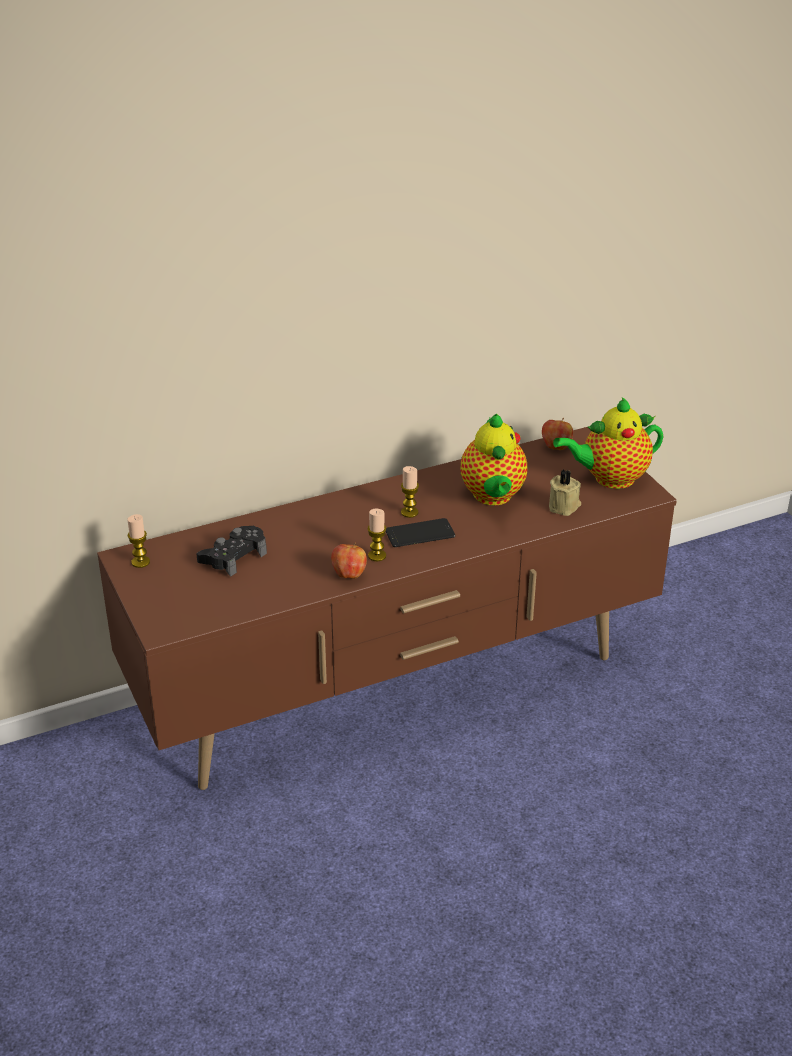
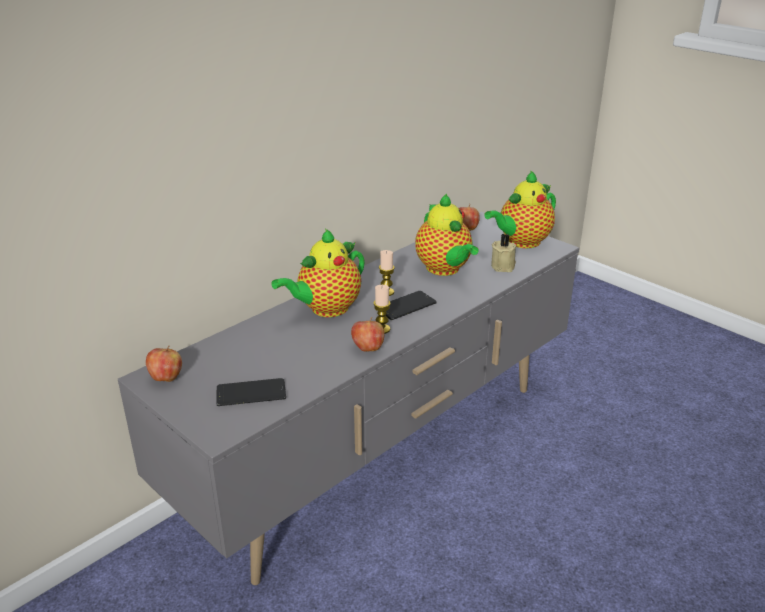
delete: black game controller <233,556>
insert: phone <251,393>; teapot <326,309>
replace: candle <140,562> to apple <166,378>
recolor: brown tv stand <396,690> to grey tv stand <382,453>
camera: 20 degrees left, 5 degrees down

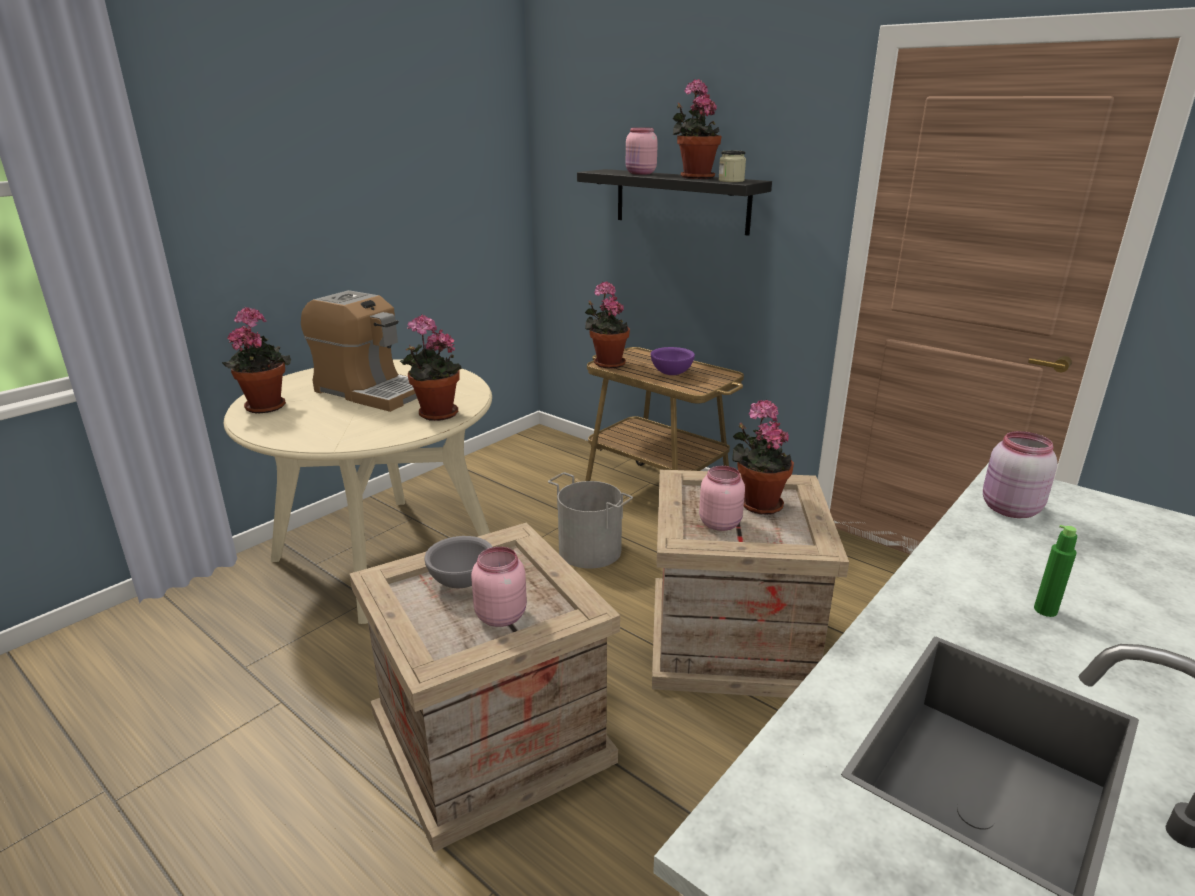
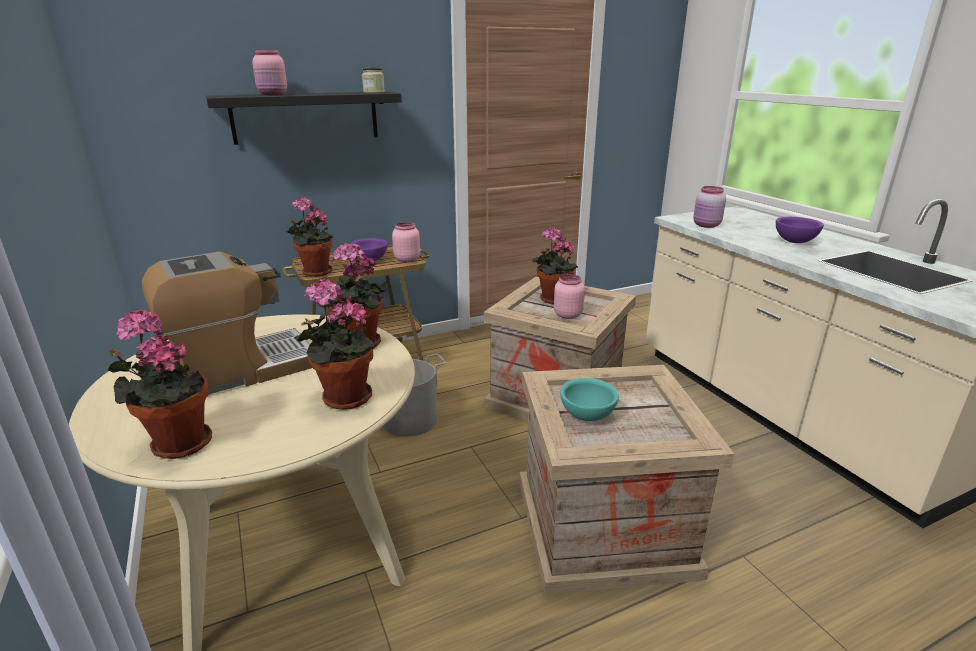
move: pink jar <501,615> to <406,259>; potted plant <694,177> to <342,399>
replace: green bottle <1045,610> to purple bowl <795,242>
recolor: grey bowl <461,581> to turquoise bowl <586,416>
camera: 65 degrees left, 0 degrees up

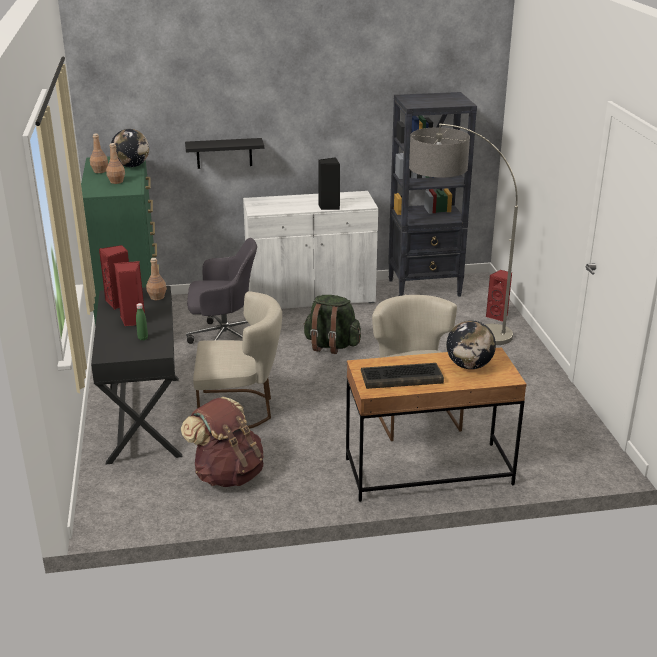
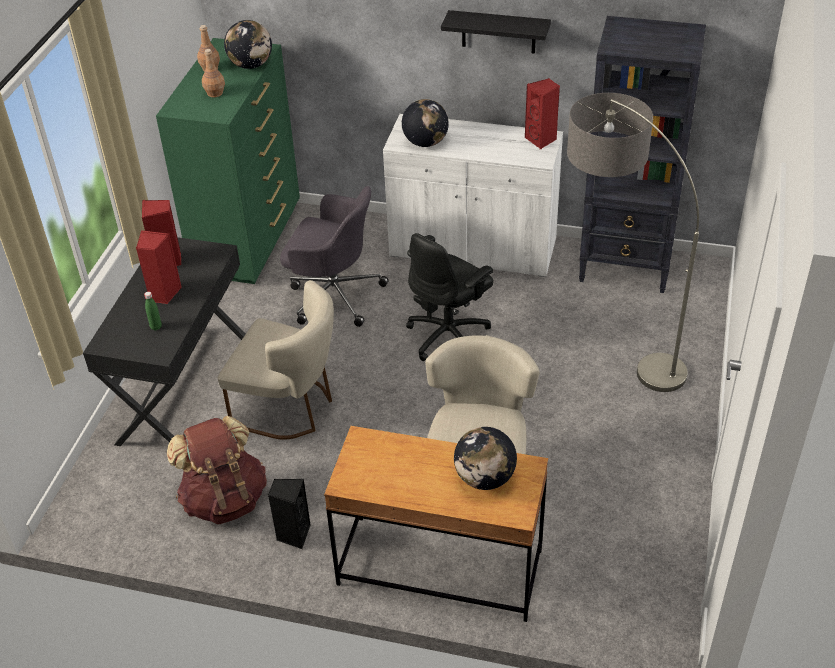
delete: brown bottle <157,297>; keyboard <401,377>
insert: globe <425,142>
move: black shelf <224,153> to <498,32>; black speaker <329,206> to <293,534>; red speaker <498,316> to <541,140>
replace: green backpack <331,345> to black office chair <449,336>
camera: 25 degrees right, 15 degrees up

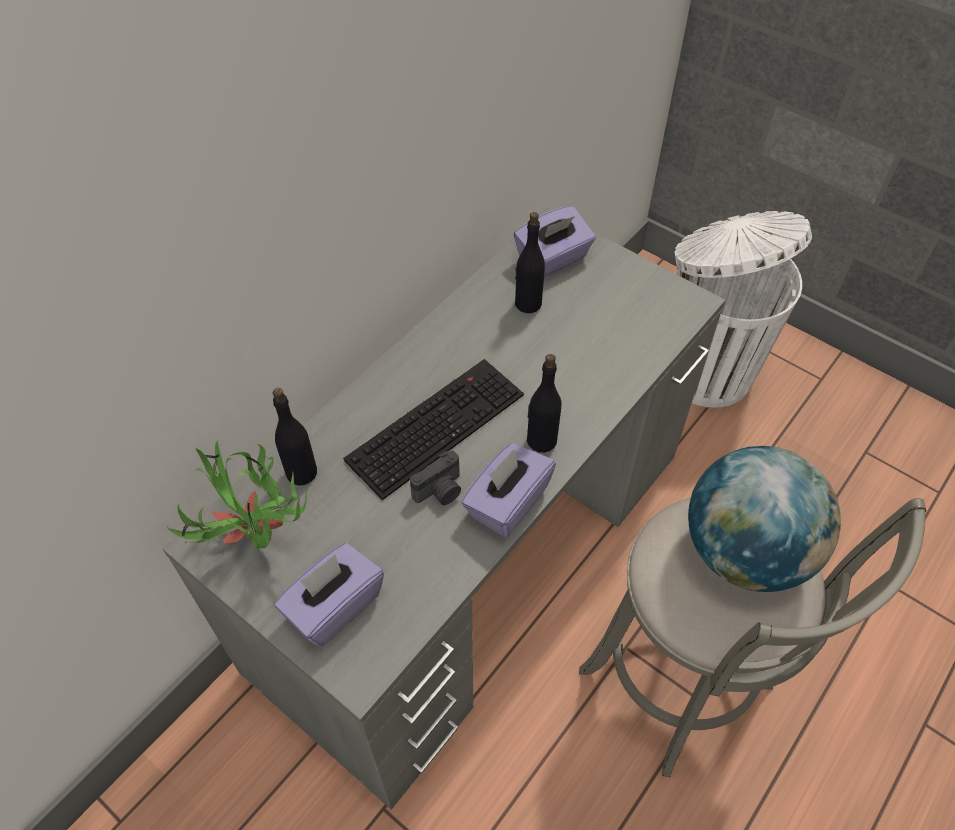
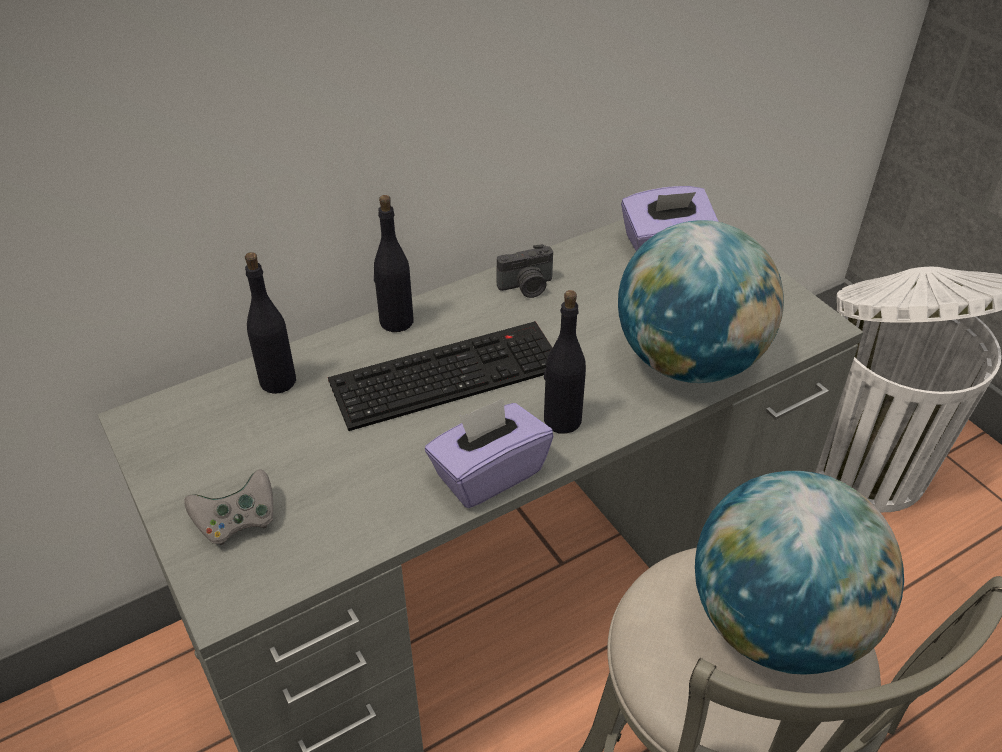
delete: potted plant <259,544>
insert: globe <689,362>
move: photo camera <440,491> to <527,287>; black bottle <527,303> to <396,321>
replace: purple tissue box <334,606> to grey game controller <237,522>
camera: 20 degrees right, 10 degrees down

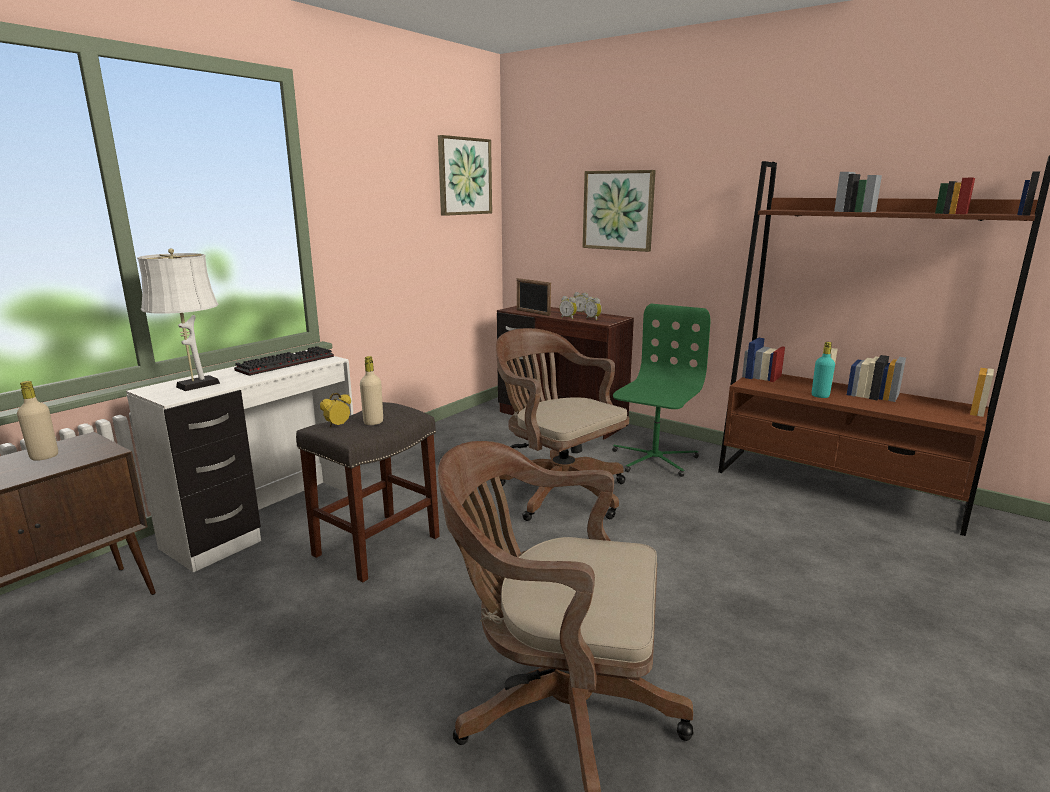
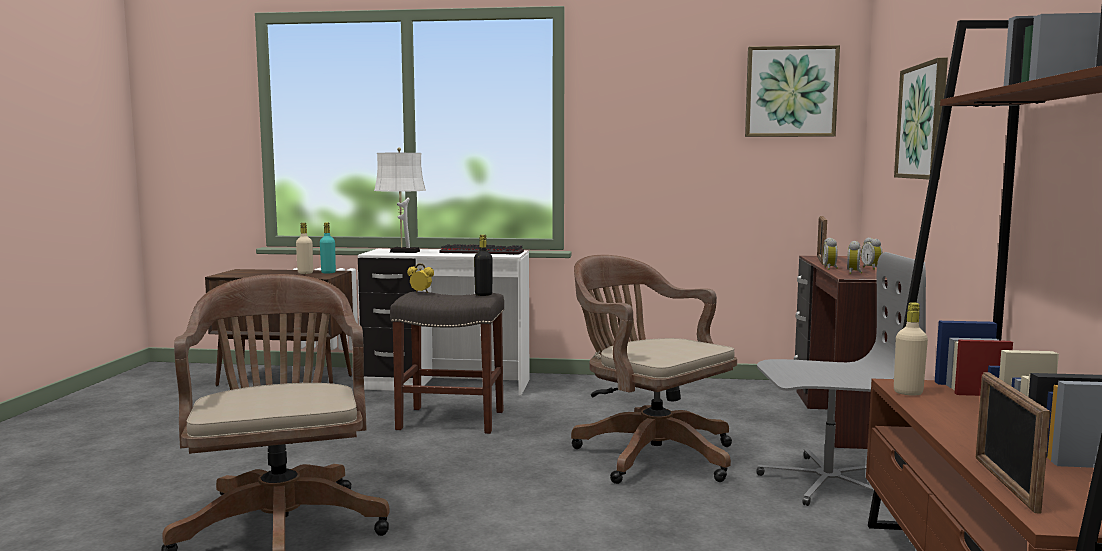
insert: black bottle <483,295>; picture frame <1005,484>
move: beige bottle <373,422> to <908,392>; turquoise bottle <820,396> to <328,272>
recolor: green office chair <653,459> to grey office chair <826,482>
rotate: brown office chair <557,491> = <648,454> 60 degrees counterclockwise
camera: 60 degrees right, 10 degrees down

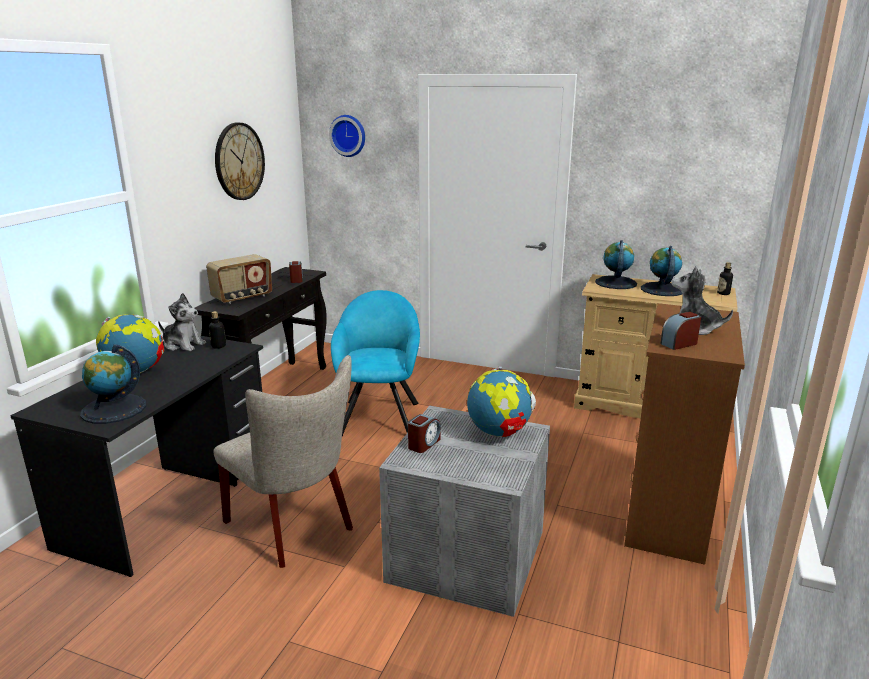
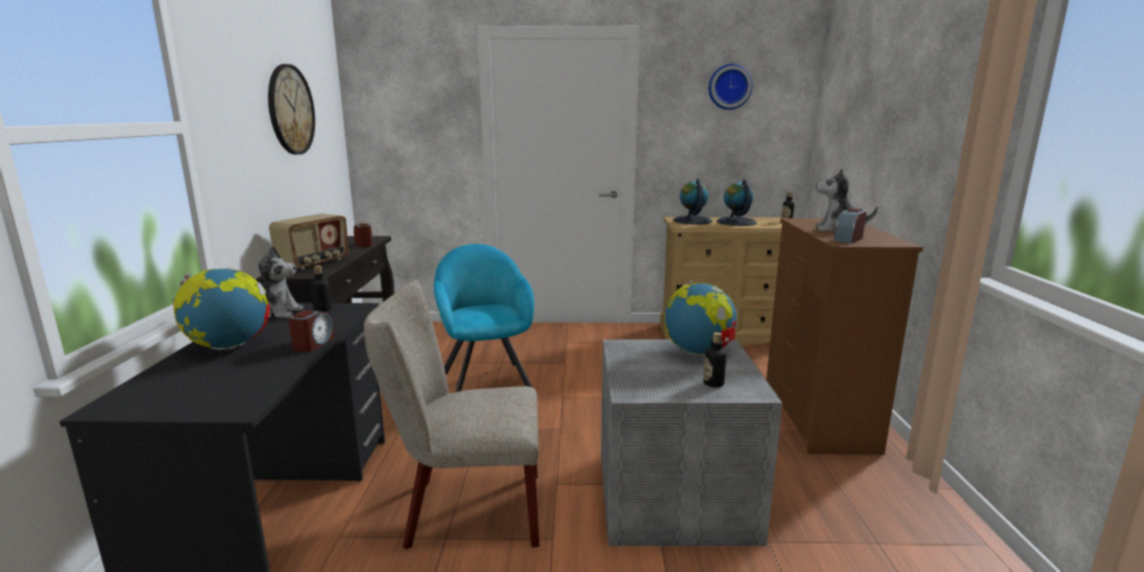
delete: globe <114,409>
insert: bottle <713,383>
move: wall clock <348,135> to <729,87>; alarm clock <424,444> to <313,344>
rotate: beige chair <294,527> = <465,510> 150 degrees clockwise
camera: 20 degrees left, 5 degrees down

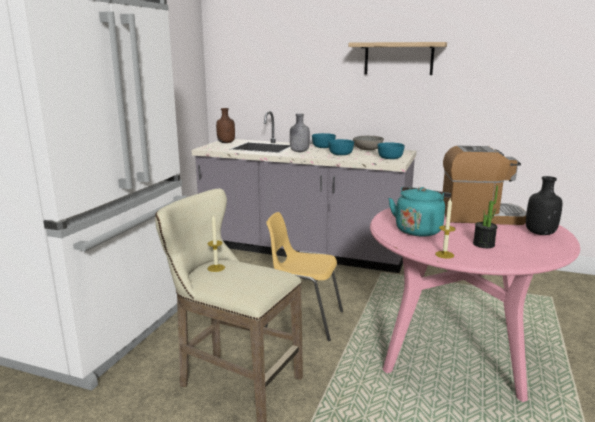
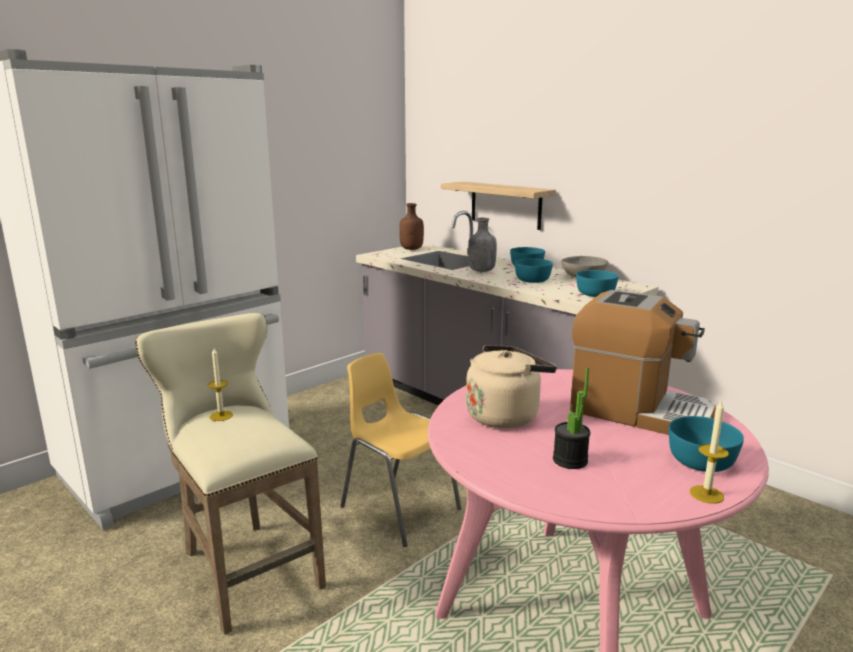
move: shelf <398,58> to <505,205>; candle <444,254> to <706,494>
replace: black bottle <539,233> to turquoise bowl <700,461>
recolor: turquoise kettle <419,230> to beige kettle <505,415>
camera: 25 degrees right, 0 degrees up

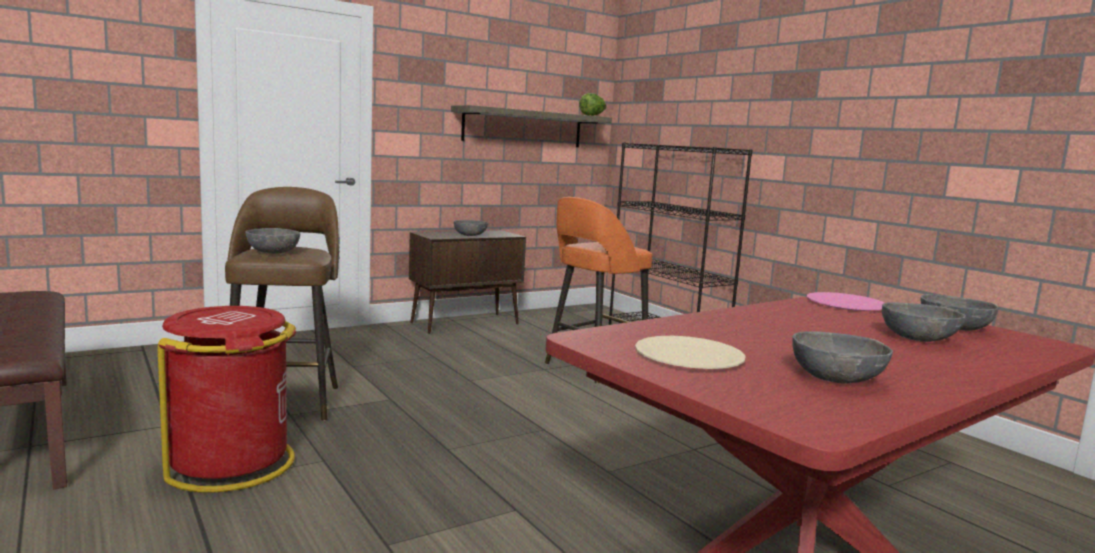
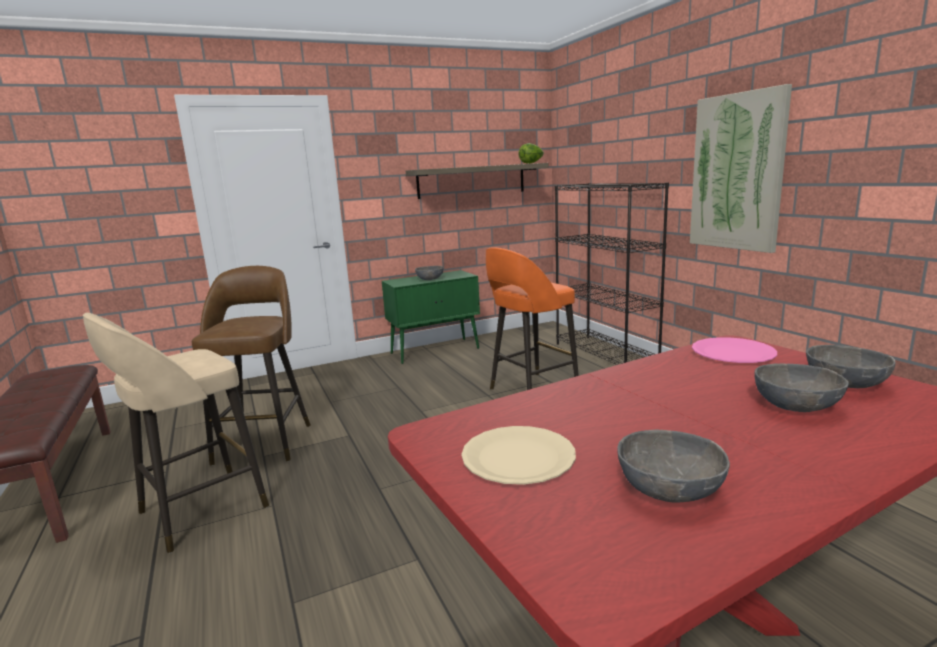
delete: grey bowl <273,252>
insert: picture <737,172>
replace: red trash can <231,464> to beige stool <199,511>
recolor: brown cabinet <466,323> to green cabinet <435,351>
camera: 10 degrees right, 5 degrees up

